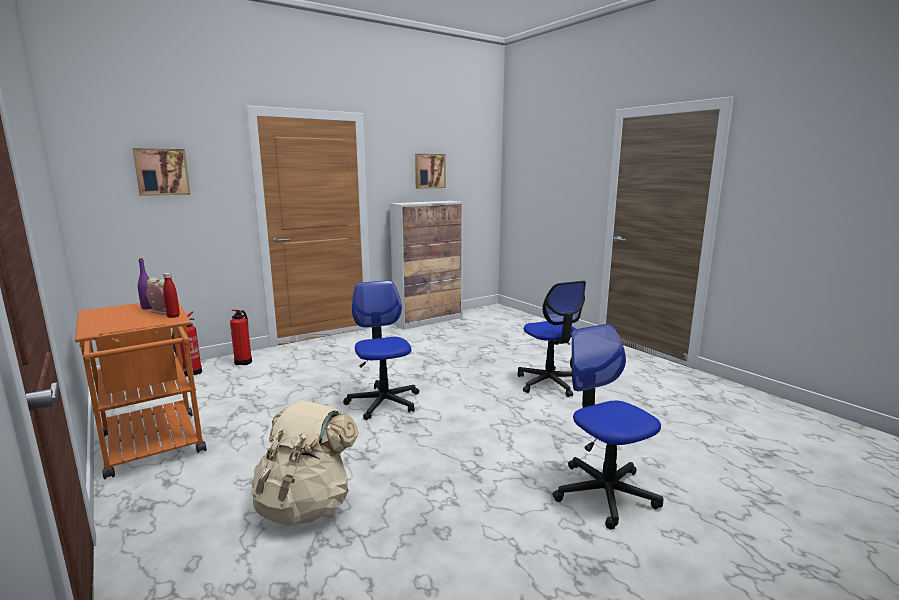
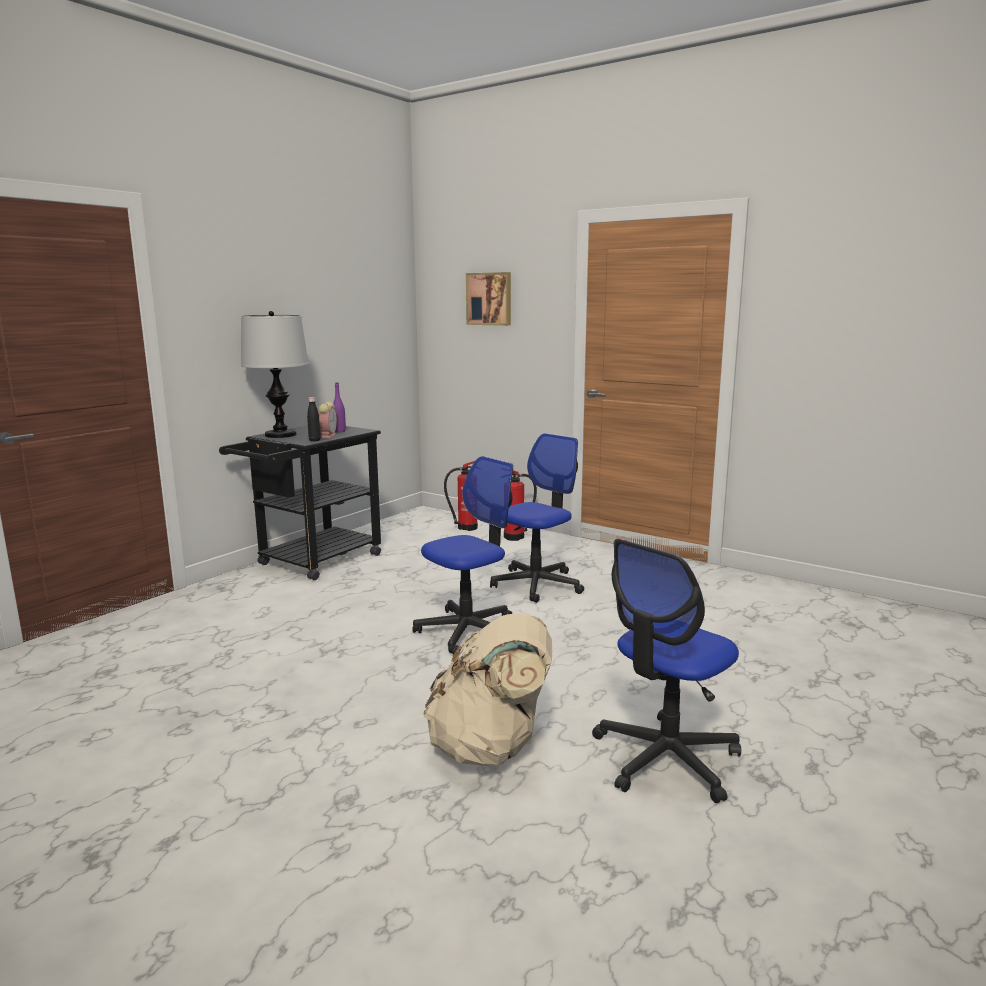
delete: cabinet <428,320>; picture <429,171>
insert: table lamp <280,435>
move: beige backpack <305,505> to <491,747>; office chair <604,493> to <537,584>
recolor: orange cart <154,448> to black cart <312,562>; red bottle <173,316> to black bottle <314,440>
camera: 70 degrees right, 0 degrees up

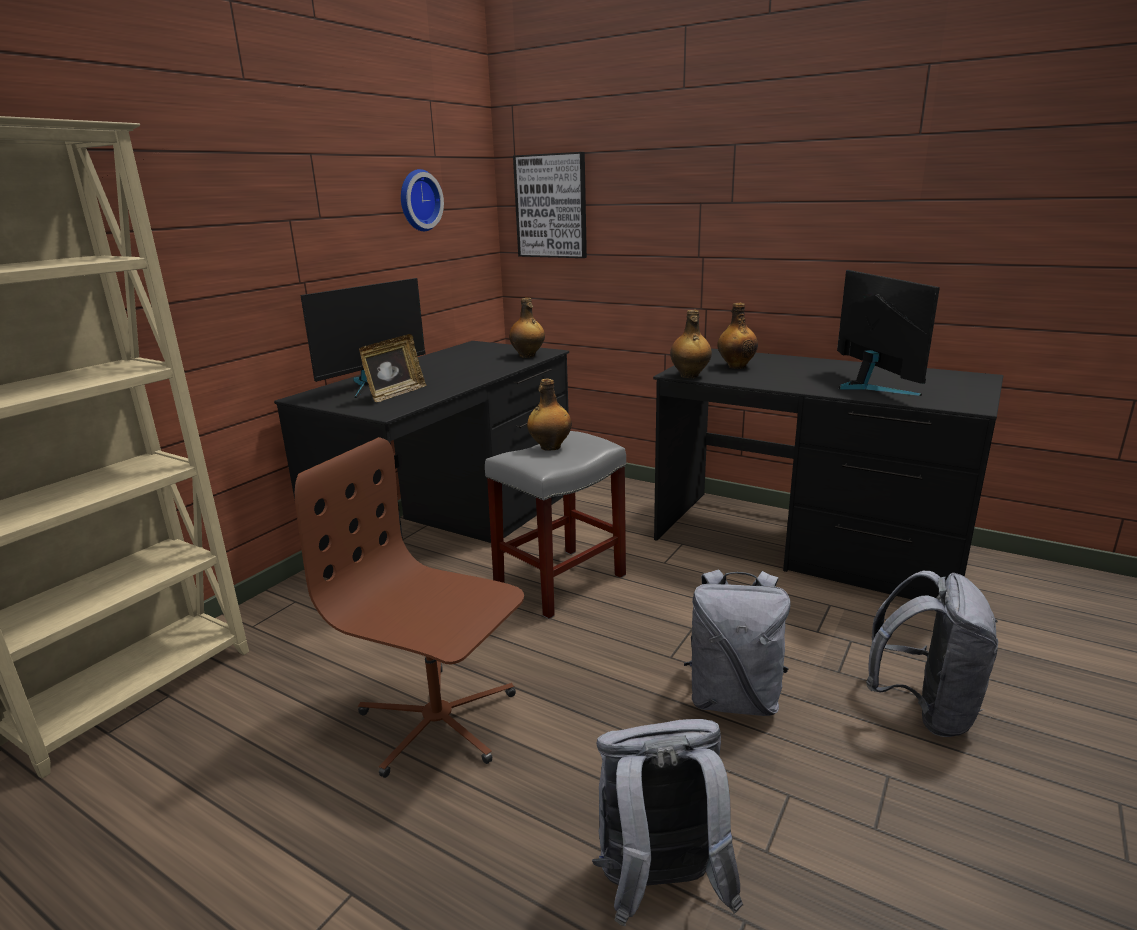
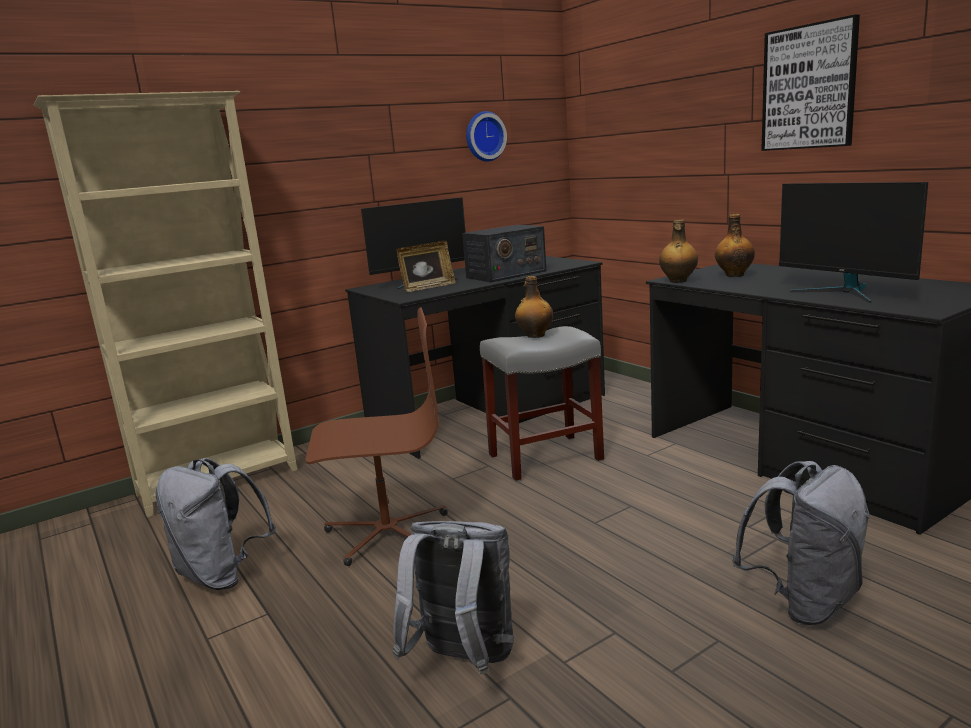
delete: bottle <527,356>
insert: radio <506,274>
move: picture <551,206> to <809,87>; grey backpack <733,698> to <223,575>
rotate: brown office chair <437,722> = <386,532> 120 degrees clockwise; monitor <870,386> = <844,292> 135 degrees clockwise
camera: 25 degrees right, 5 degrees down

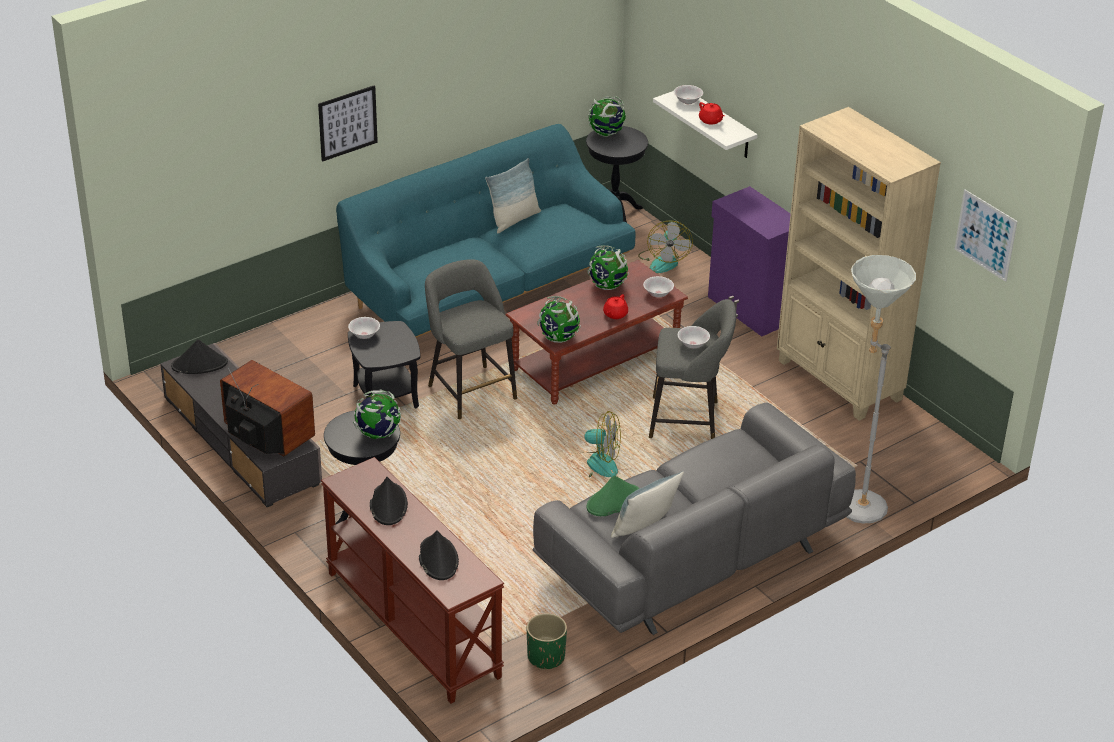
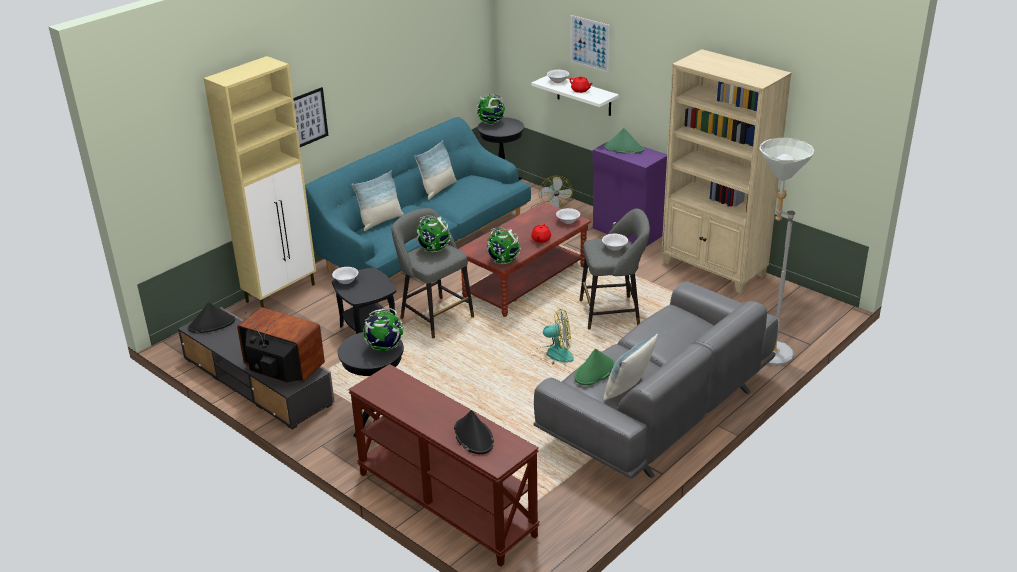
delete: black hat <388,504>; green planter <546,657>
insert: beige cabinet <281,293>; pillow <380,221>; green hat <623,149>
move: globe <607,286> to <433,249>; picture <985,235> to <589,43>
camera: 10 degrees left, 5 degrees down

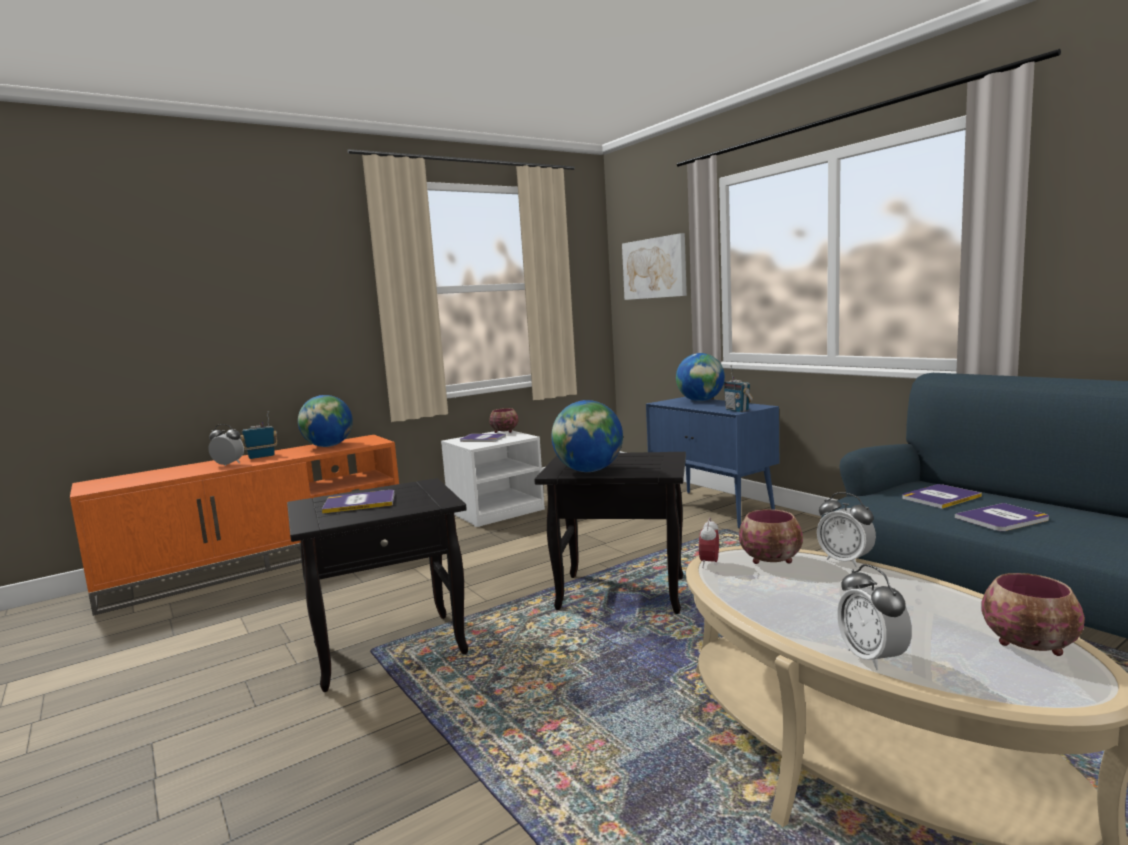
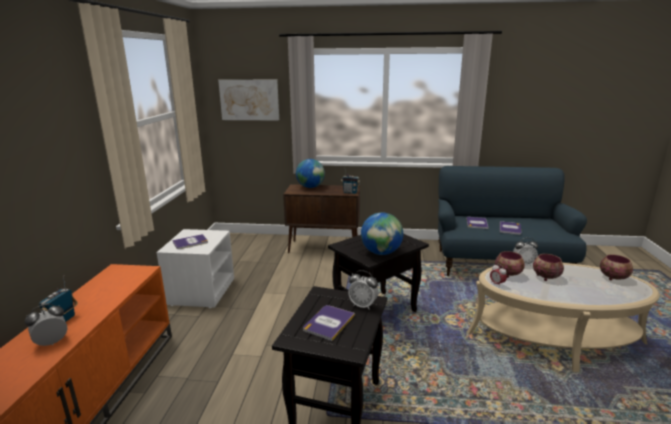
delete: globe <328,446>
move: bowl <504,432> to <545,277>; alarm clock <872,658> to <363,305>
recolor: blue cabinet <712,509> to brown cabinet <324,248>
camera: 50 degrees left, 10 degrees up

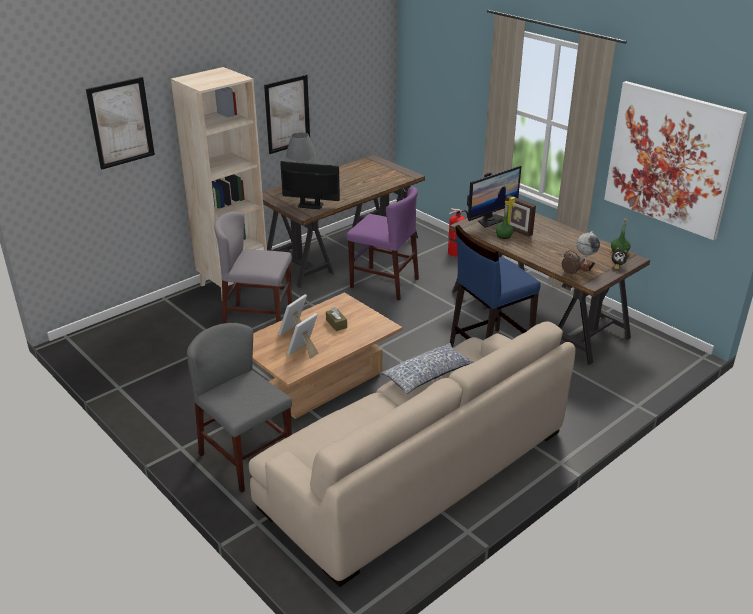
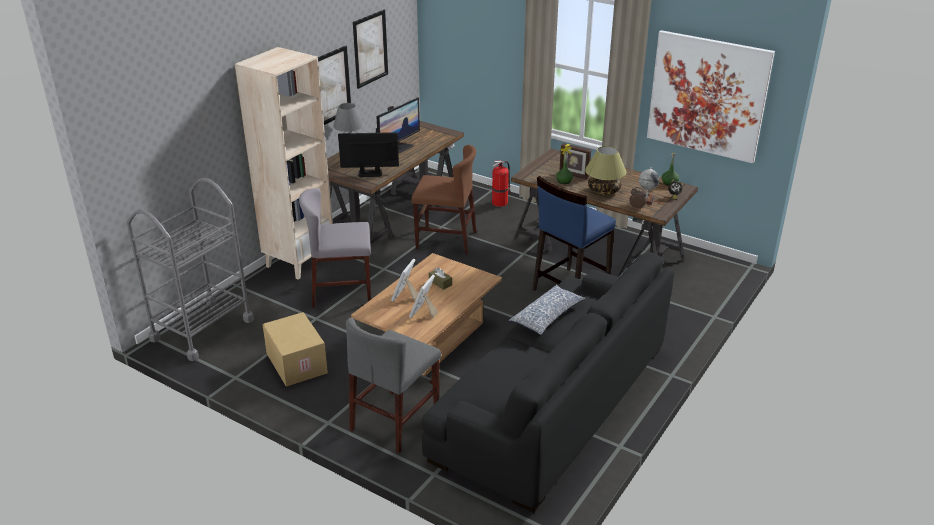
insert: grey cart <202,329>; cardboard box <295,363>; table lamp <603,191>
move: picture <121,123> to <370,49>; monitor <490,220> to <398,148>
recolor: beige sofa <415,468> to black sofa <551,402>; purple chair <384,283> to brown chair <446,240>
rotate: grey chair <246,458> = <395,420> 90 degrees counterclockwise
camera: 15 degrees left, 0 degrees up

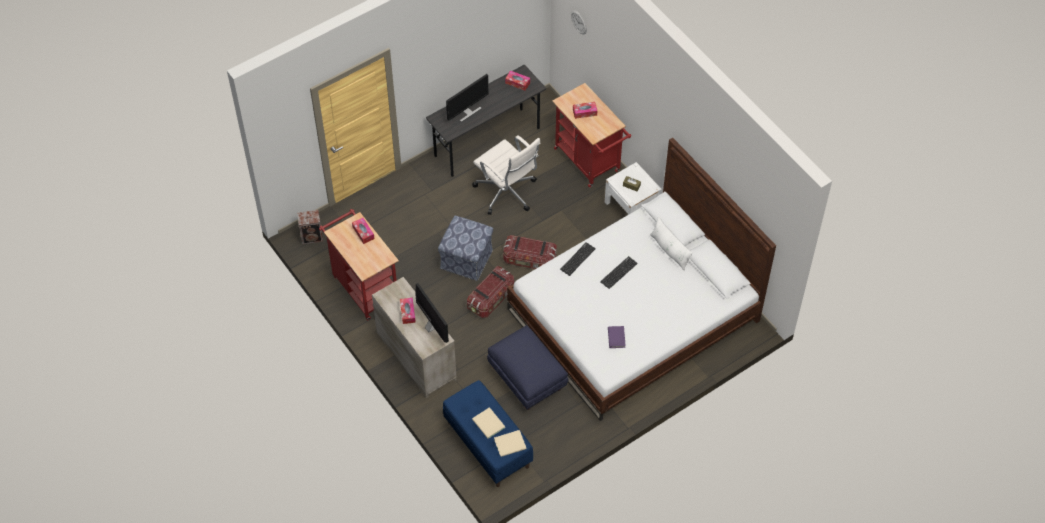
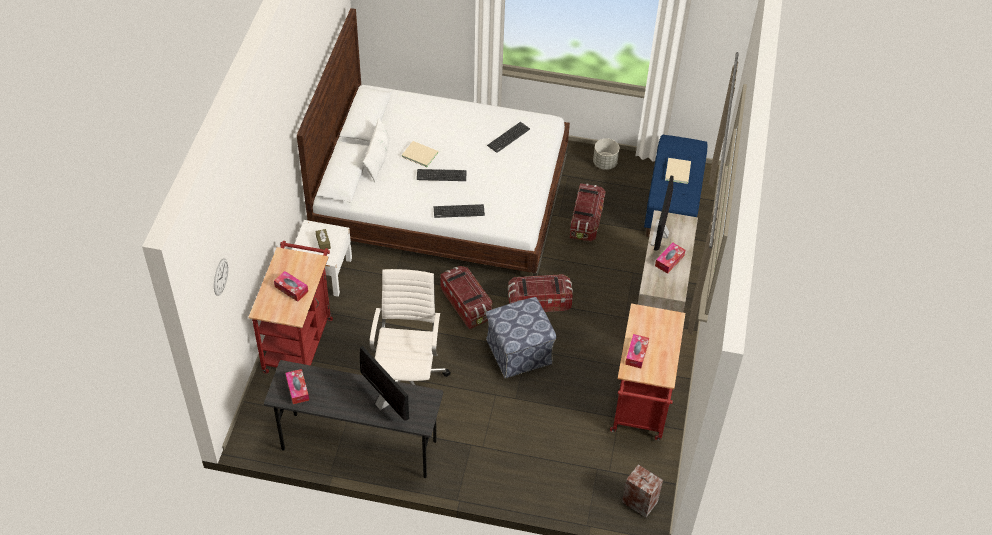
insert: grey planter <605,163>
move: beige book <511,444> to <419,154>
replace: blue ottoman <528,379> to storage box <586,221>; purple book <616,338> to keyboard <508,137>
rotate: monitor <467,112> = <384,403> 45 degrees clockwise
camera: 135 degrees left, 5 degrees down

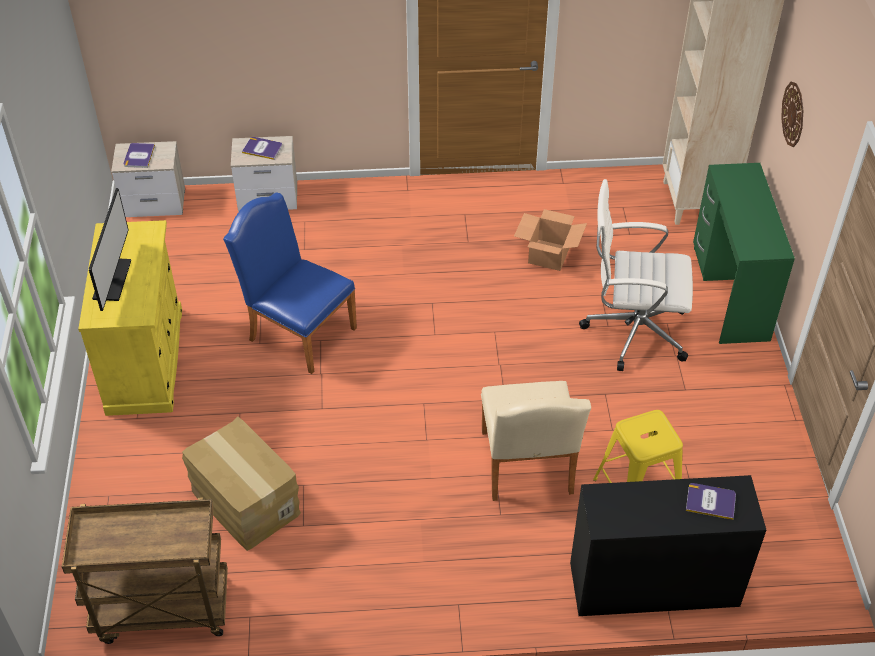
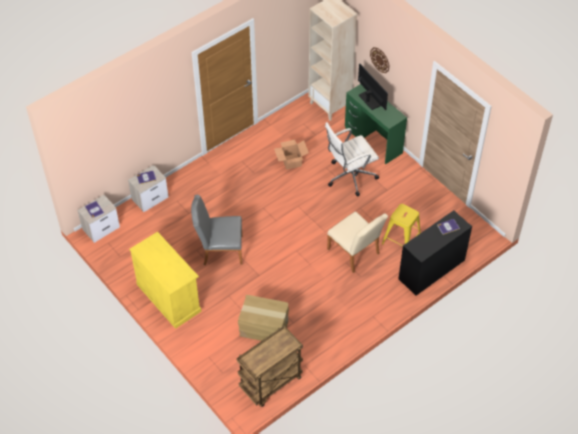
move: monitor <112,280> to <369,100>
recolor: blue chair <297,330> to grey chair <219,250>
camera: 35 degrees left, 5 degrees up

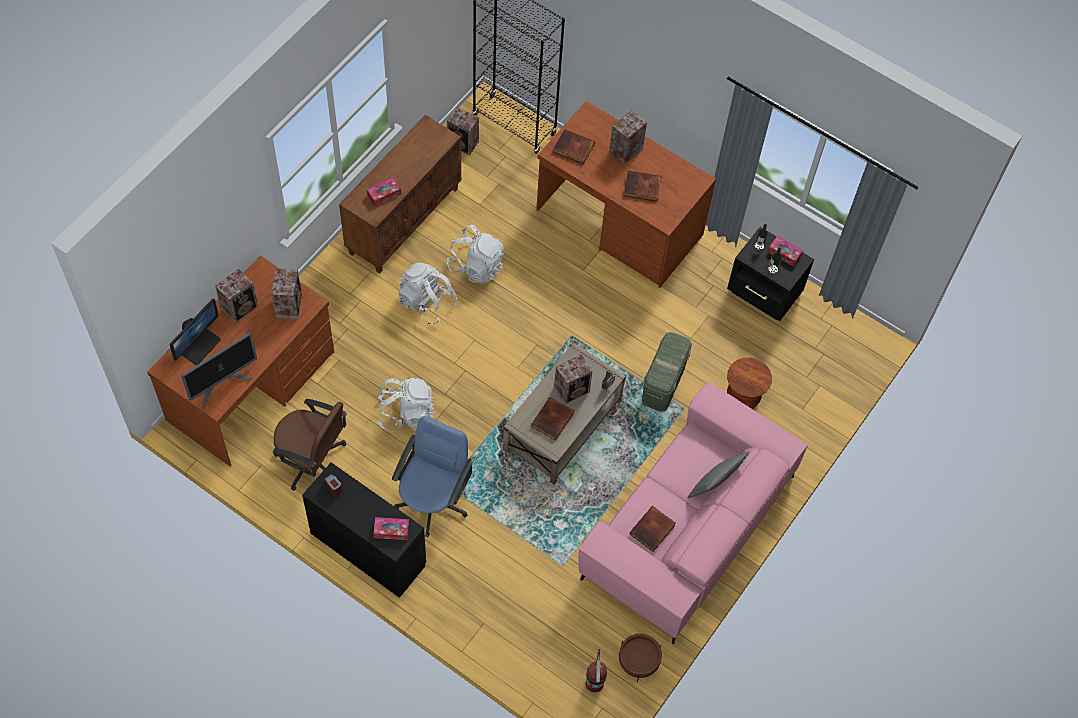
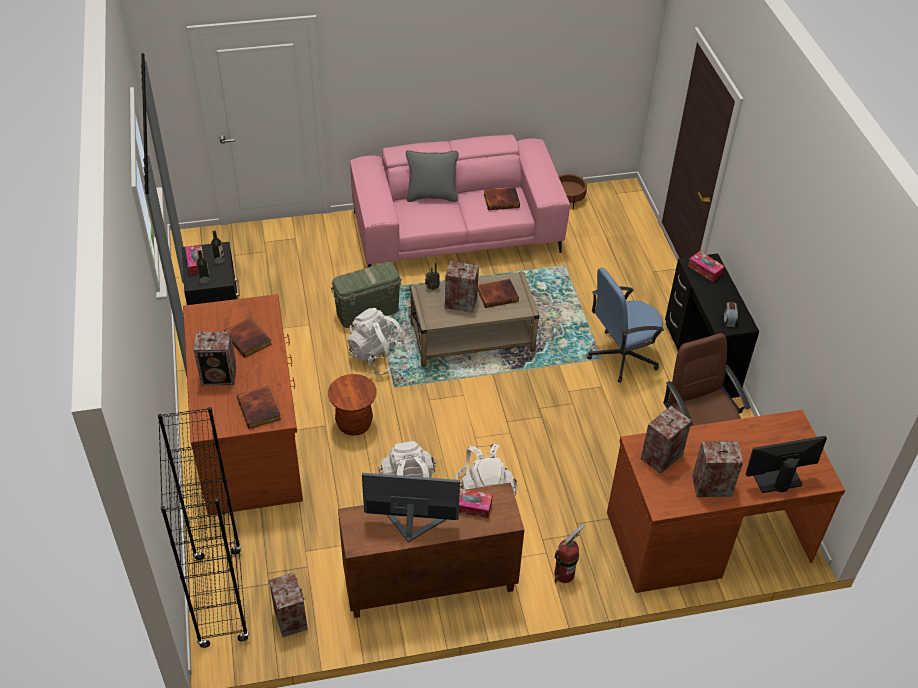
move: monitor <223,382> to <411,525>; white backpack <406,413> to <377,357>; fire extinguisher <594,683> to <564,574>; brown stool <742,398> to <354,424>
camera: 135 degrees left, 15 degrees down

